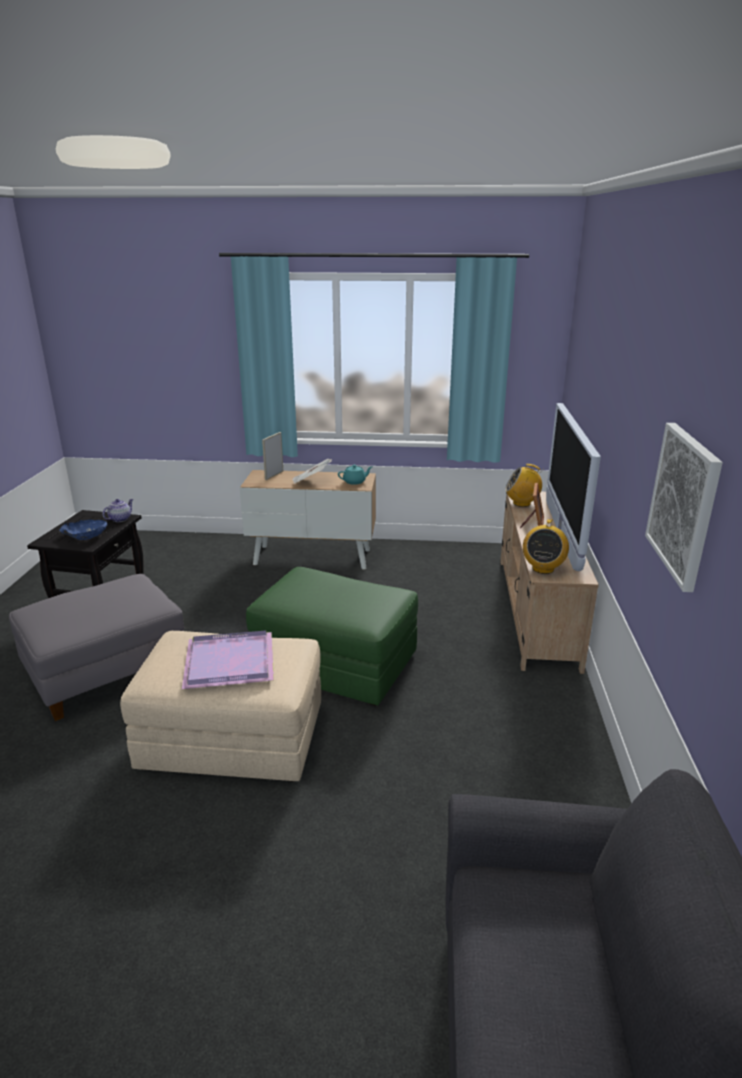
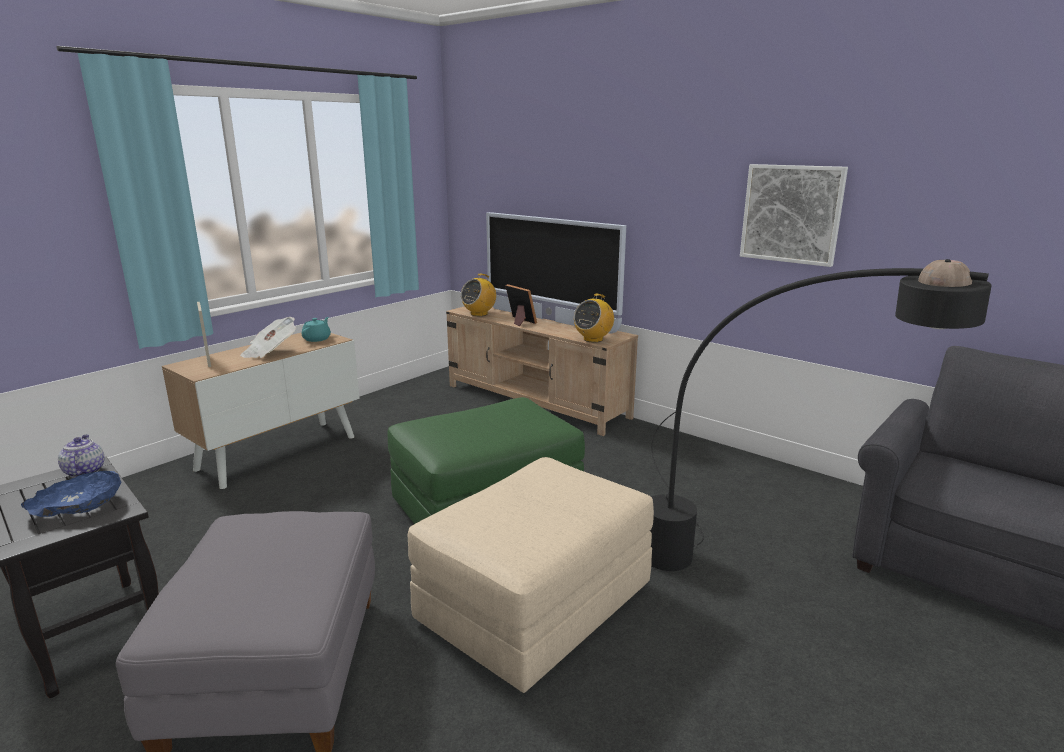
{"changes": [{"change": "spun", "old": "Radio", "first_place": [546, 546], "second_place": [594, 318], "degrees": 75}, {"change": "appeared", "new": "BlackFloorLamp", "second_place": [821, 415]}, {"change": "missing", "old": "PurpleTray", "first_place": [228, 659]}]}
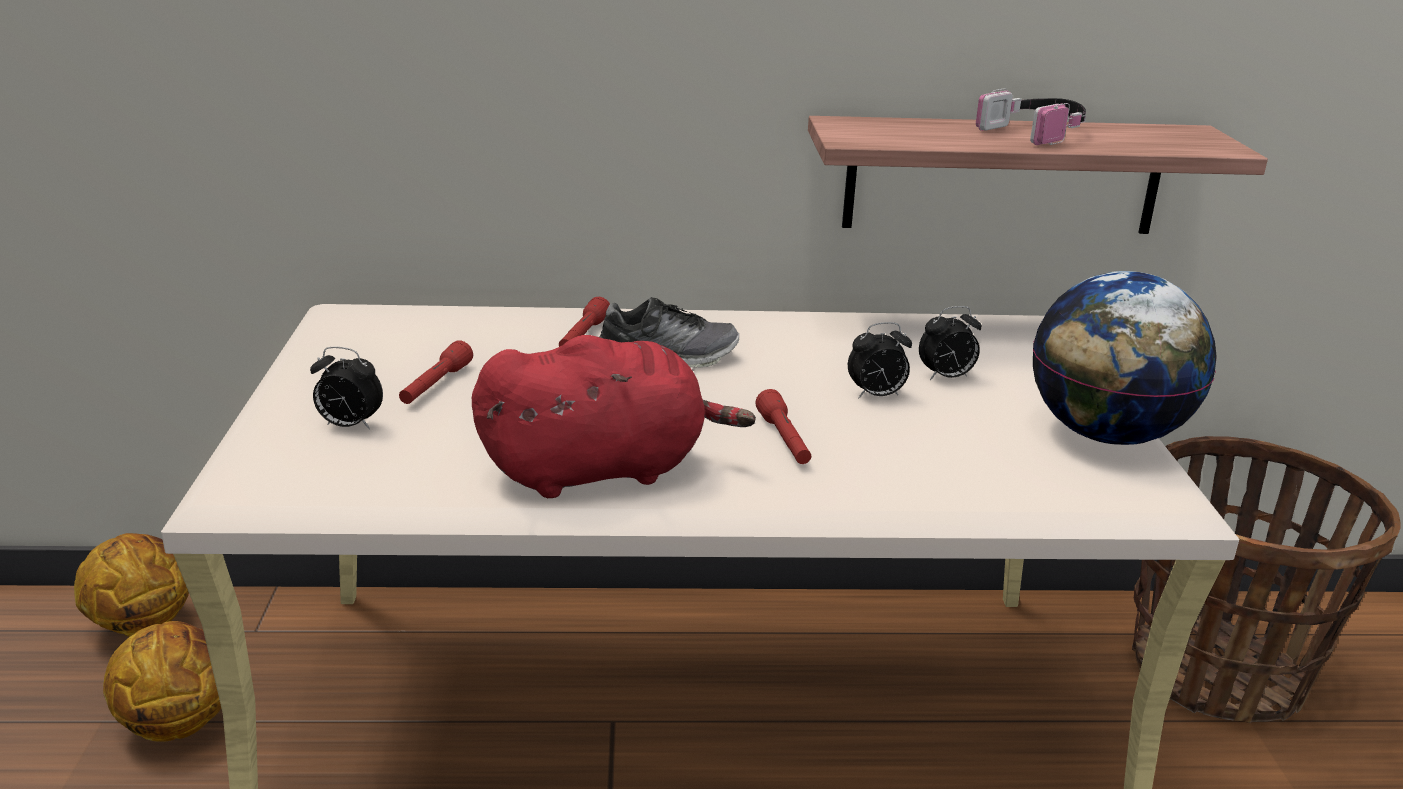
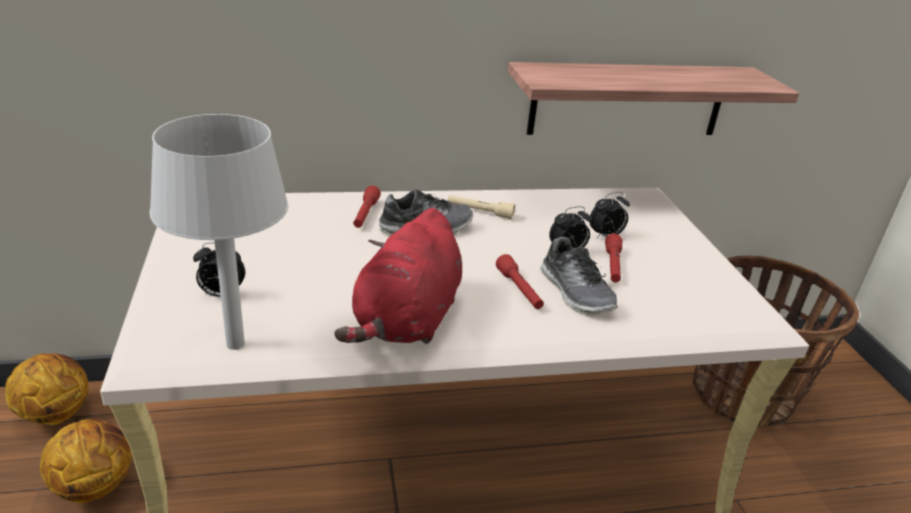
{"changes": [{"change": "appeared", "new": "GreyTableLamp", "second_place": [218, 232]}, {"change": "spun", "old": "RedPlushToy", "first_place": [614, 416], "second_place": [398, 276], "degrees": 135}, {"change": "appeared", "new": "BeigeFlashlight", "second_place": [481, 207]}, {"change": "appeared", "new": "Shoe", "second_place": [579, 275]}, {"change": "relocated", "old": "RedFlashlight", "first_place": [436, 372], "second_place": [613, 258]}, {"change": "missing", "old": "Headphones", "first_place": [1031, 116]}, {"change": "missing", "old": "Globe", "first_place": [1125, 358]}]}
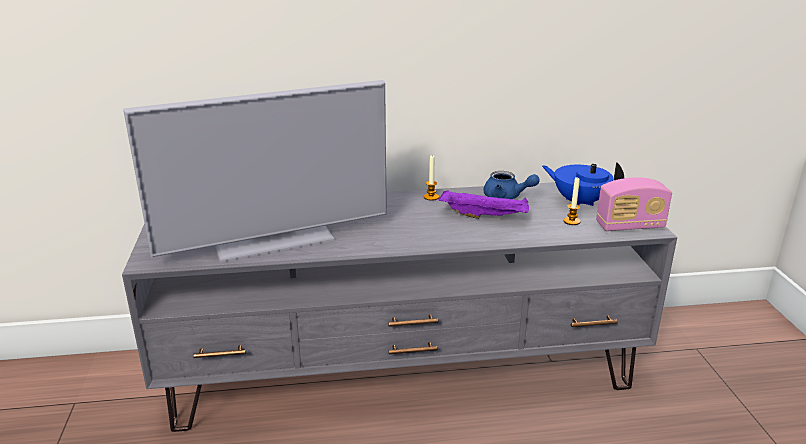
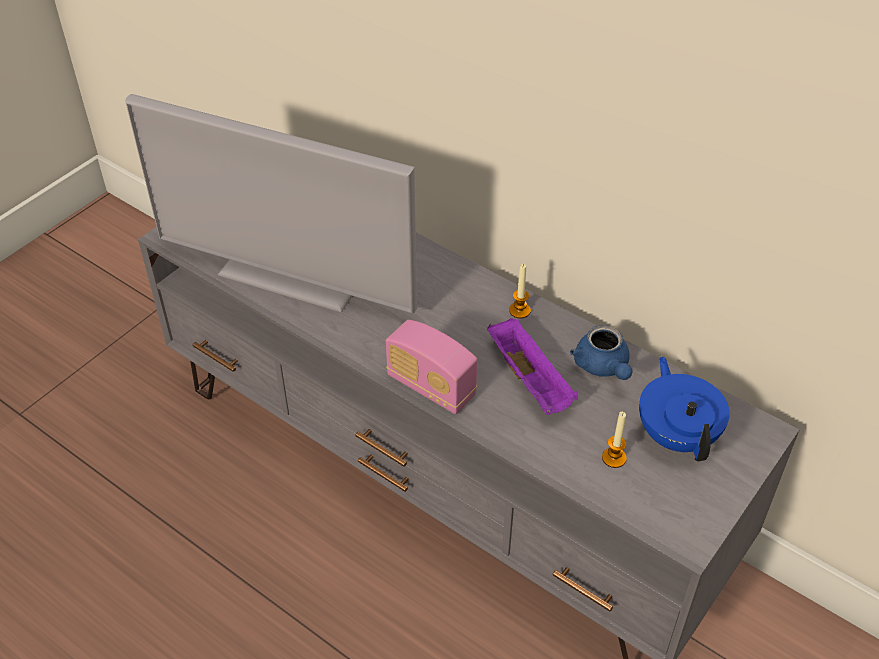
{"changes": [{"change": "relocated", "old": "Radio", "first_place": [634, 204], "second_place": [431, 367]}]}
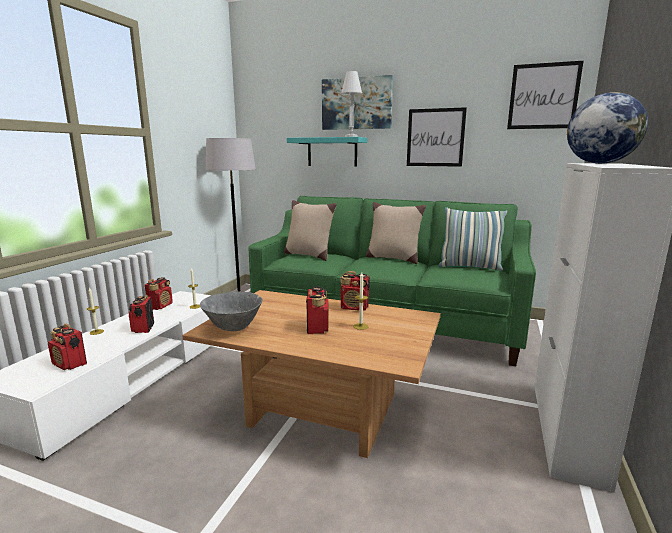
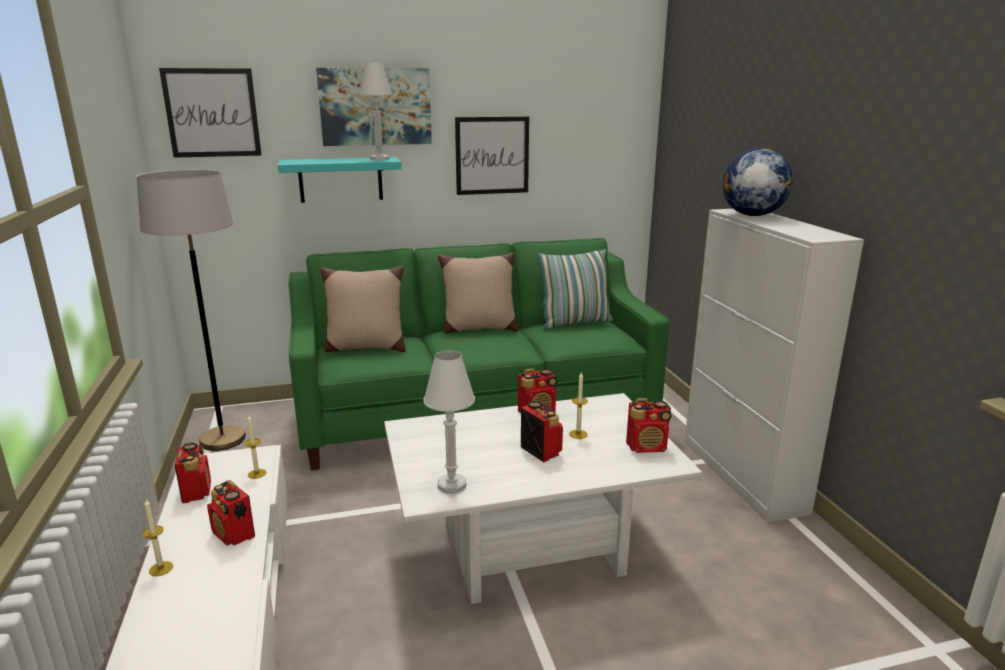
{"changes": [{"change": "relocated", "old": "Picture", "first_place": [545, 95], "second_place": [210, 113]}, {"change": "colour", "old": "BrownCoffeeTable", "new": "WhiteCoffeeTable", "first_place": [311, 374], "second_place": [543, 498]}, {"change": "exchanged", "old": "GreyBowl", "new": "WhiteTableLamp", "first_place": [231, 311], "second_place": [449, 422]}, {"change": "relocated", "old": "Radio", "first_place": [67, 347], "second_place": [648, 425]}]}
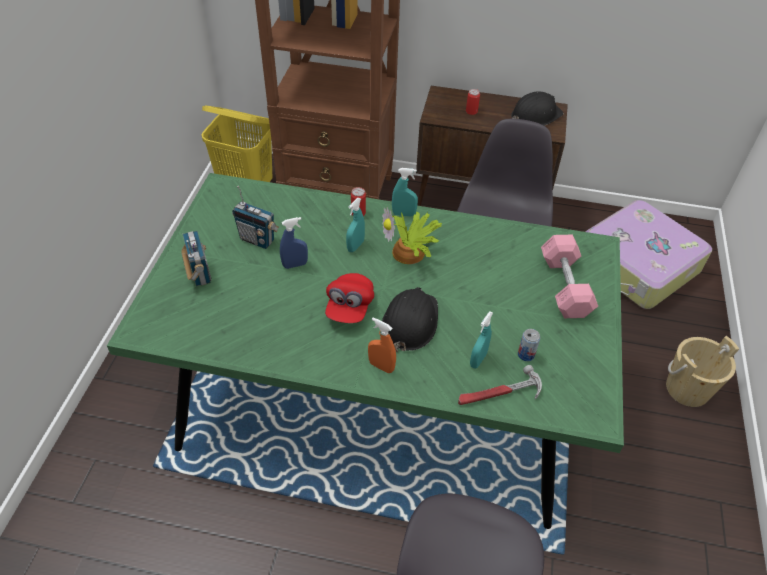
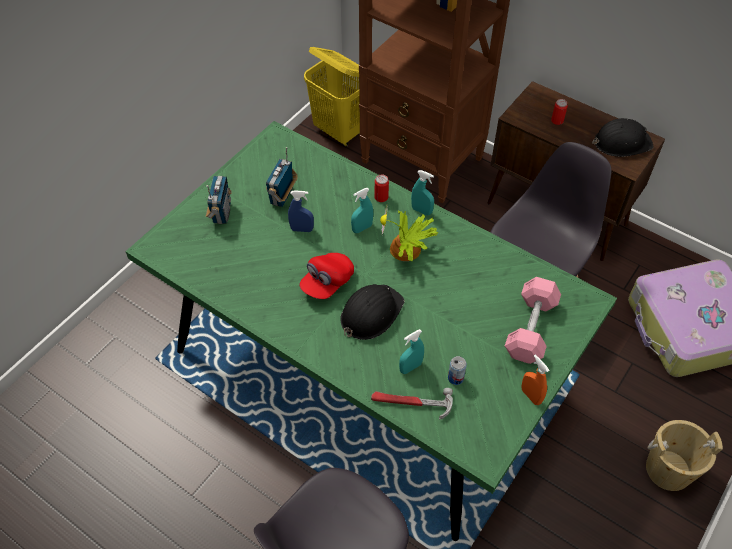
{"changes": [{"change": "spun", "old": "Radio", "first_place": [255, 217], "second_place": [282, 177], "degrees": 60}, {"change": "relocated", "old": "OrangeSprayBottle", "first_place": [382, 345], "second_place": [536, 379]}]}
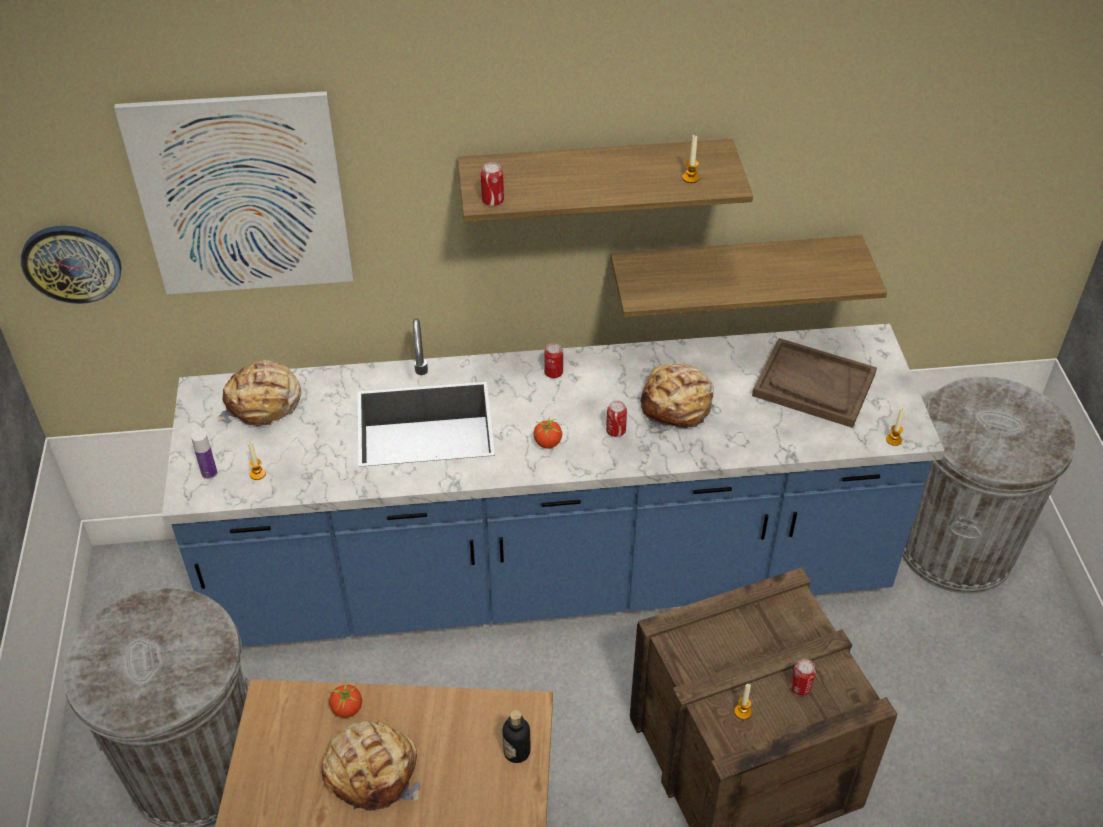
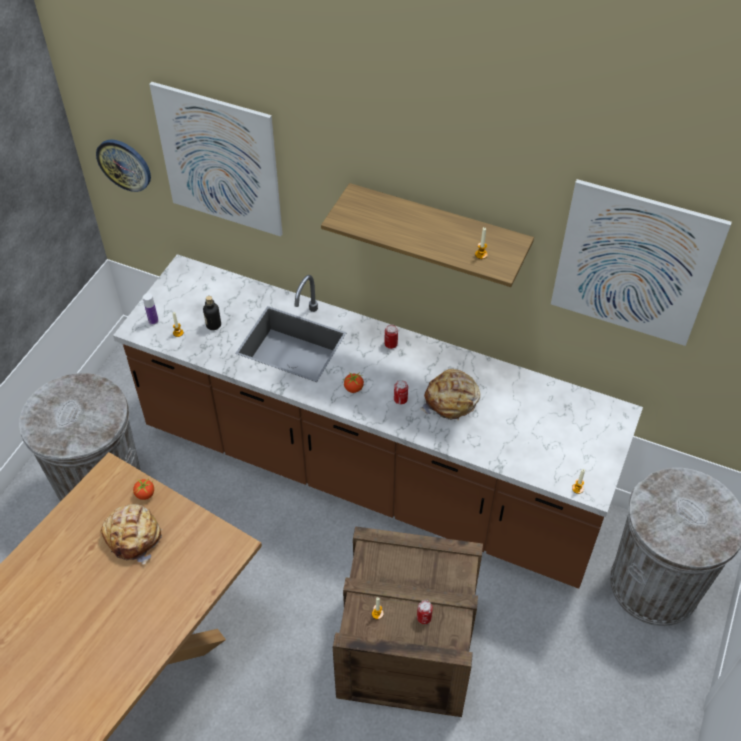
{"changes": [{"change": "colour", "old": "BlueCounter", "new": "BrownCounter", "first_place": [553, 482], "second_place": [378, 421]}, {"change": "relocated", "old": "Bottle", "first_place": [516, 736], "second_place": [212, 313]}, {"change": "appeared", "new": "Picture", "second_place": [641, 262]}, {"change": "missing", "old": "Bread", "first_place": [259, 393]}, {"change": "missing", "old": "Can", "first_place": [492, 184]}, {"change": "missing", "old": "Shelf", "first_place": [748, 276]}, {"change": "missing", "old": "BrownTray", "first_place": [814, 383]}]}
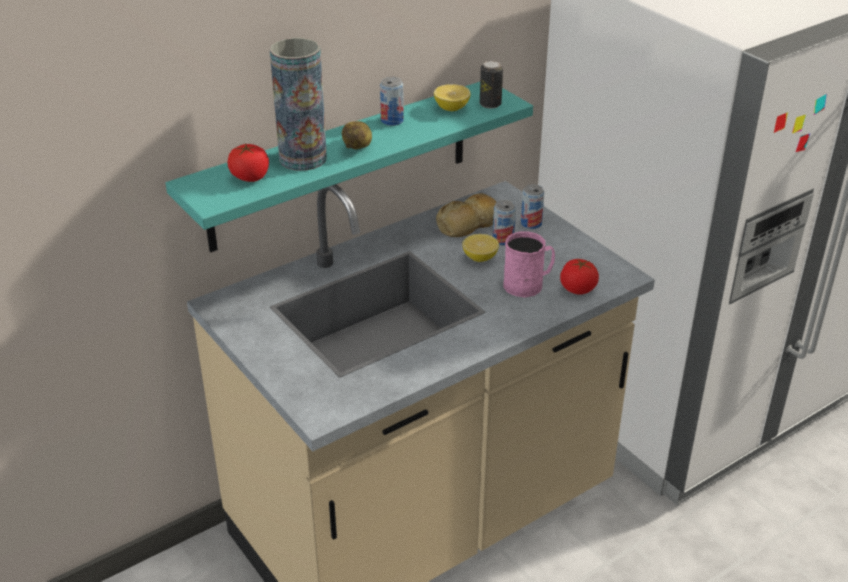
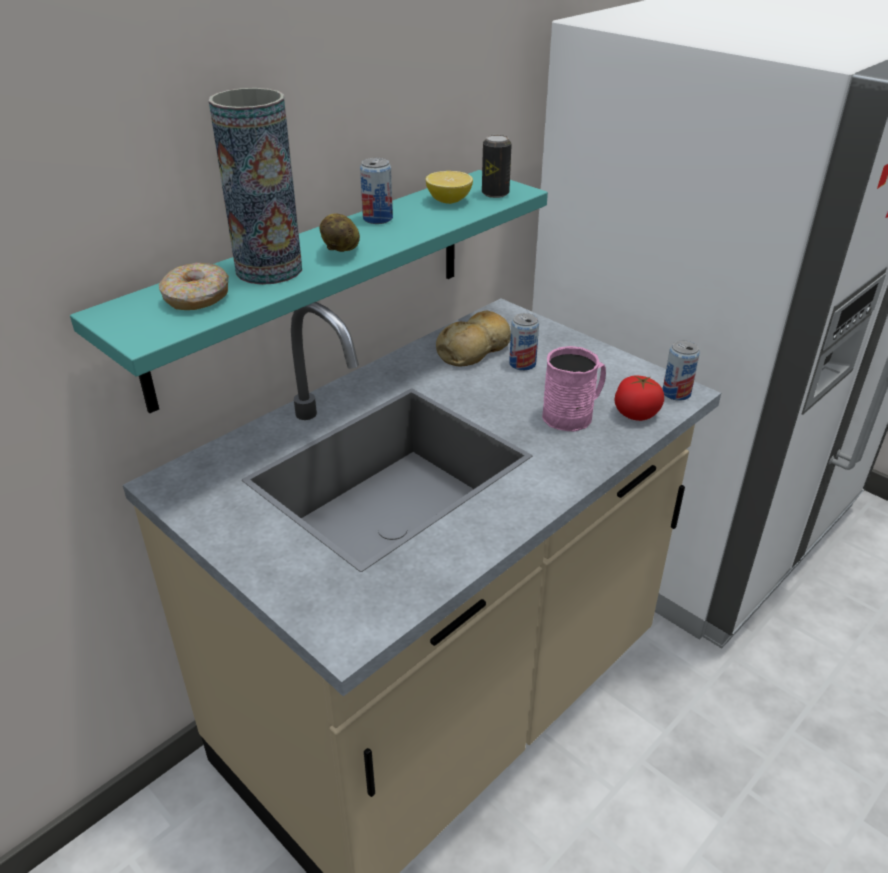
{"changes": [{"change": "exchanged", "old": "Tomato", "new": "Donut", "first_place": [248, 163], "second_place": [194, 286]}, {"change": "relocated", "old": "Can", "first_place": [532, 206], "second_place": [681, 370]}, {"change": "missing", "old": "Lemon", "first_place": [481, 248]}]}
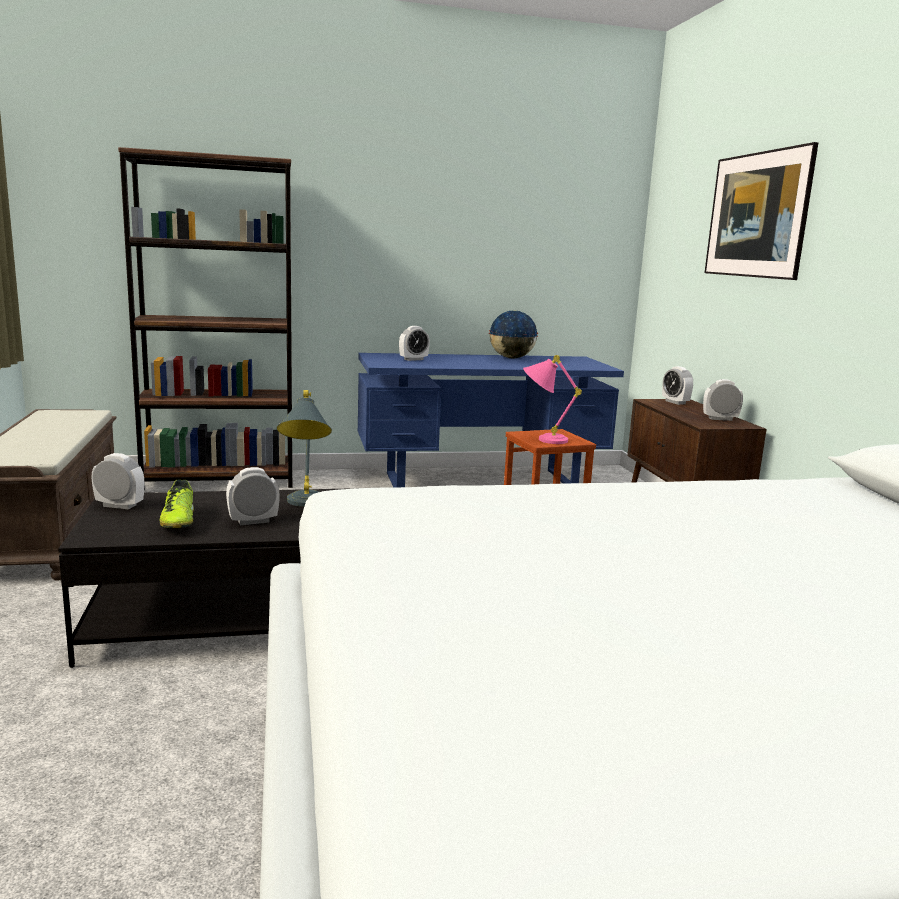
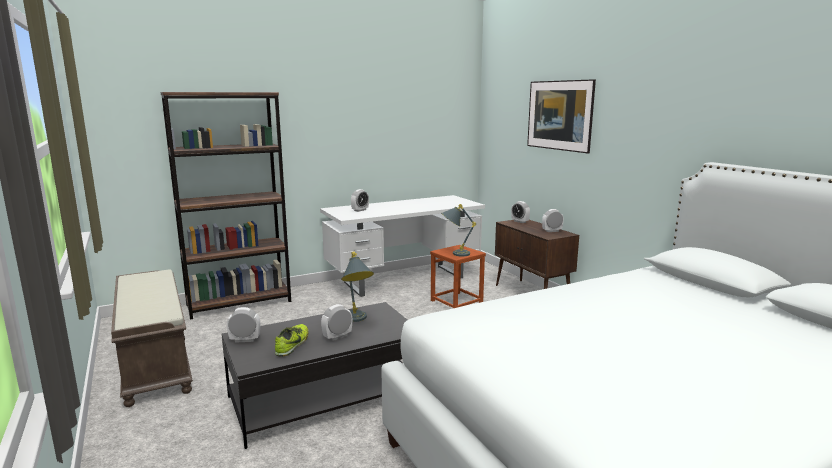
{"changes": [{"change": "spun", "old": "Shoe", "first_place": [176, 503], "second_place": [291, 340], "degrees": -135}, {"change": "colour", "old": "BlueDesk", "new": "WhiteDesk", "first_place": [491, 420], "second_place": [402, 246]}, {"change": "colour", "old": "PinkTableLamp", "new": "GreyTableLamp", "first_place": [552, 399], "second_place": [458, 230]}, {"change": "missing", "old": "Globe", "first_place": [513, 334]}]}
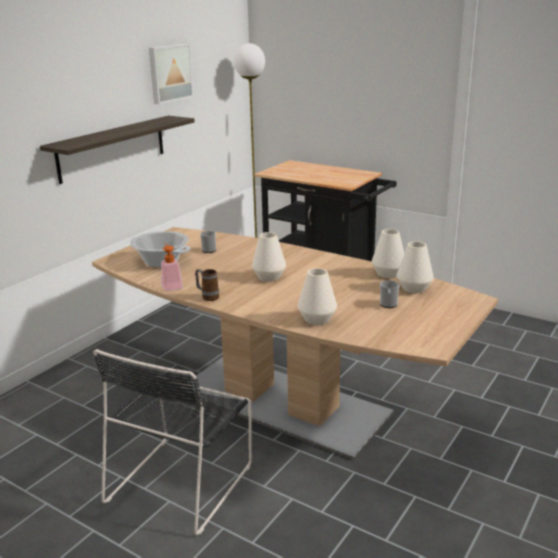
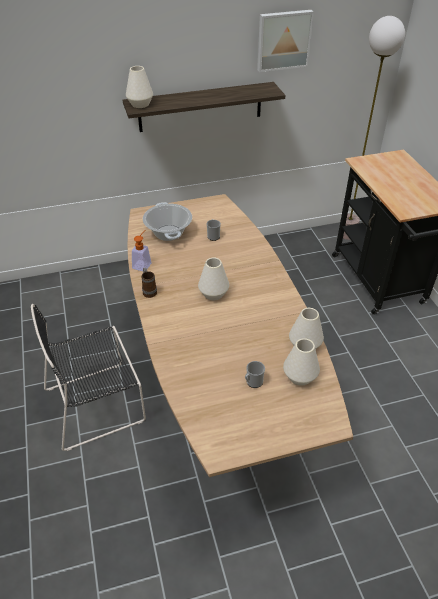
{"changes": [{"change": "relocated", "old": "WhiteVase", "first_place": [317, 296], "second_place": [139, 87]}]}
